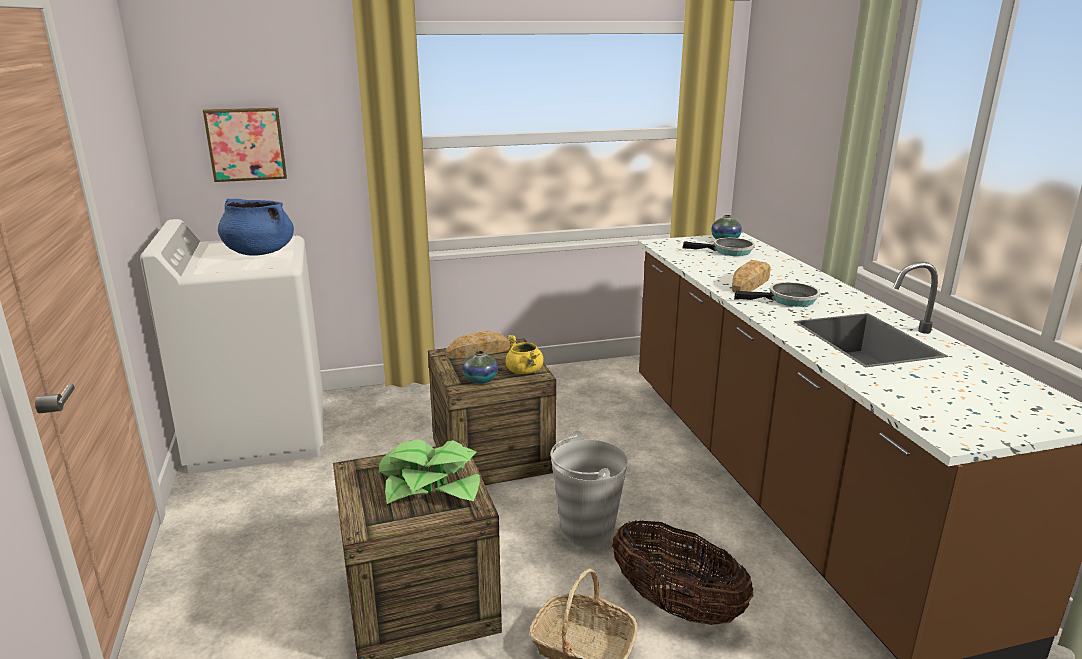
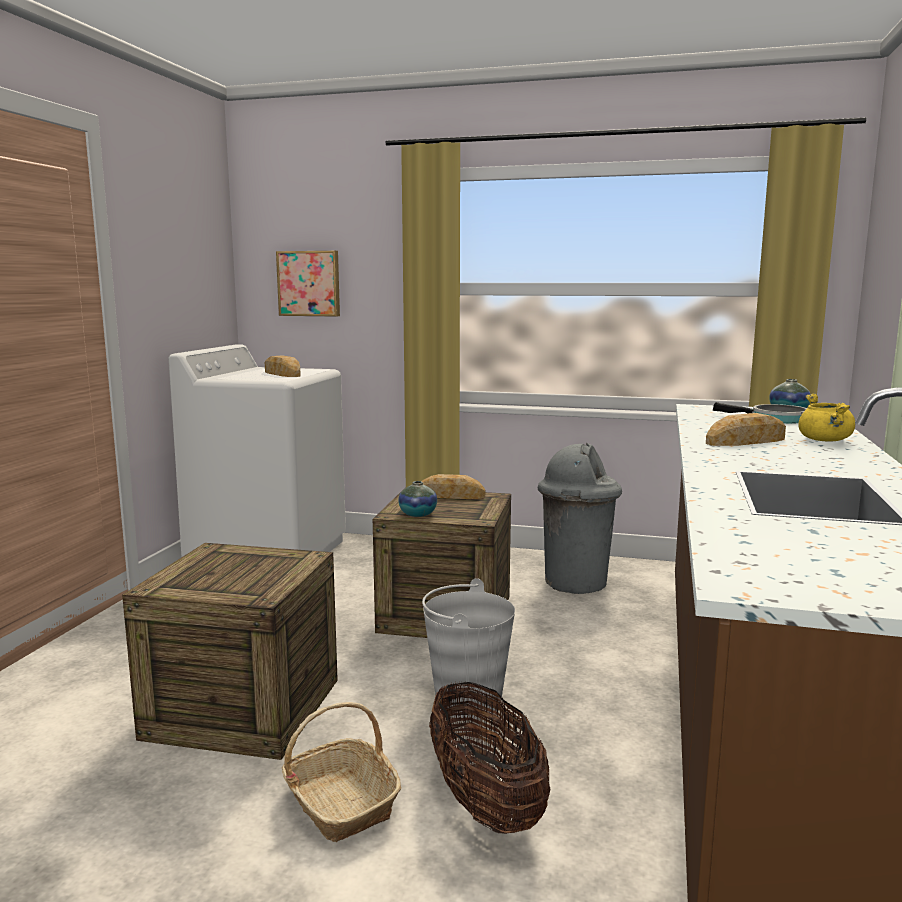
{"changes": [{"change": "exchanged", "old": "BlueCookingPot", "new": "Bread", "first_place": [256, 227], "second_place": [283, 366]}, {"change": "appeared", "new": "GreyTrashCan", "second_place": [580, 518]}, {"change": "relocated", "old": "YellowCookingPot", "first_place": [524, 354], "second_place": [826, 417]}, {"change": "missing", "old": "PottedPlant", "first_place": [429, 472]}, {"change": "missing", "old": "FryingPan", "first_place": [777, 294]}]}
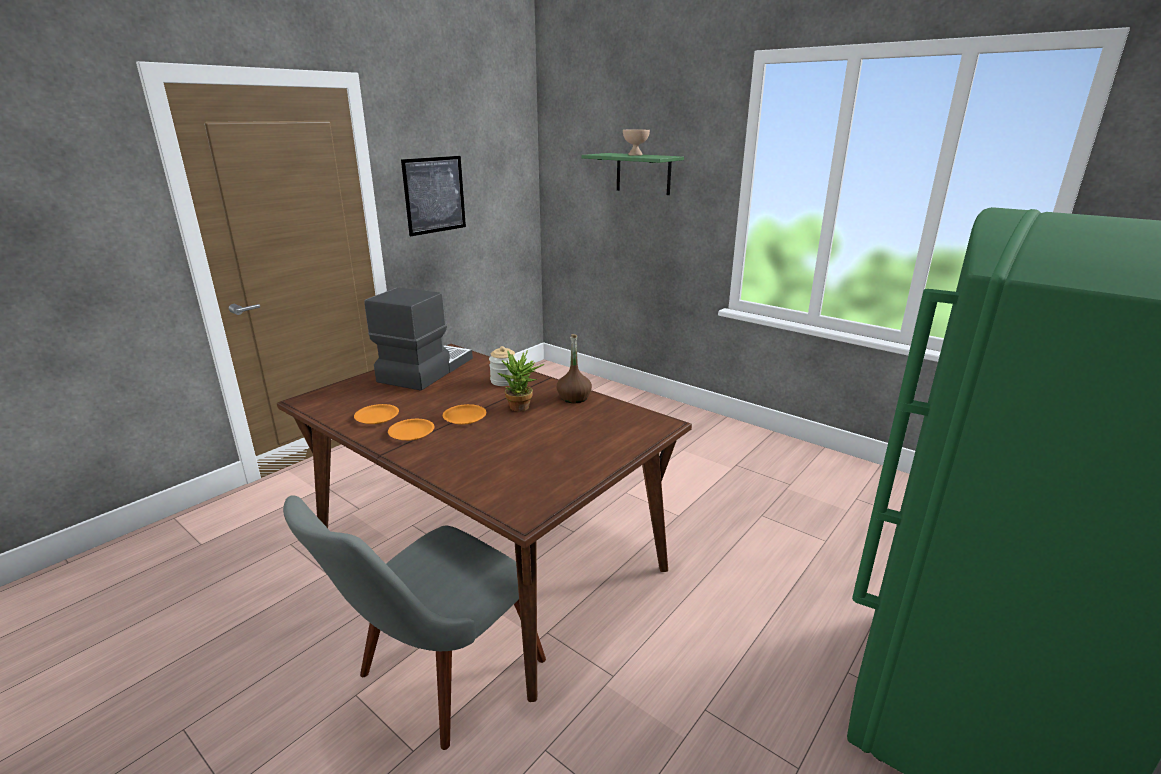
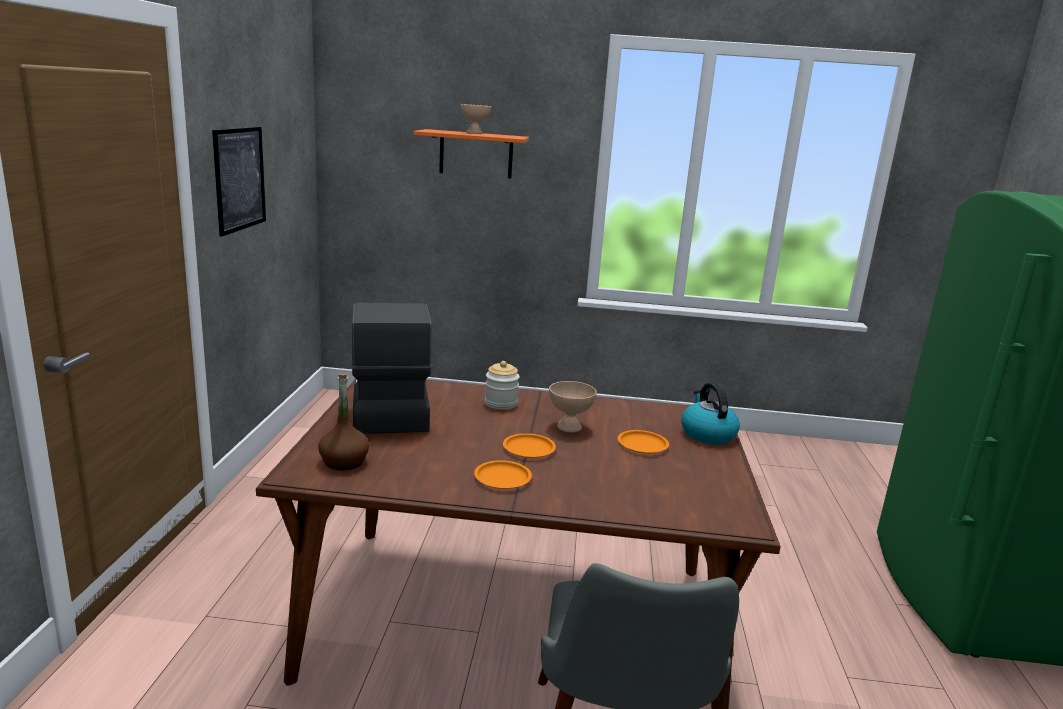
{"changes": [{"change": "relocated", "old": "BrownBottle", "first_place": [574, 368], "second_place": [343, 422]}, {"change": "colour", "old": "GreenShelf", "new": "OrangeShelf", "first_place": [633, 174], "second_place": [471, 154]}, {"change": "exchanged", "old": "PottedPlant", "new": "BeigeBowl", "first_place": [521, 380], "second_place": [573, 407]}, {"change": "relocated", "old": "OrangePlate", "first_place": [376, 414], "second_place": [643, 442]}, {"change": "appeared", "new": "Kettle", "second_place": [710, 413]}]}
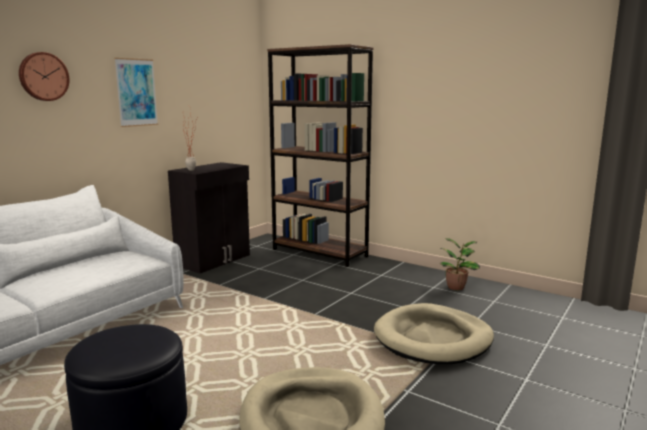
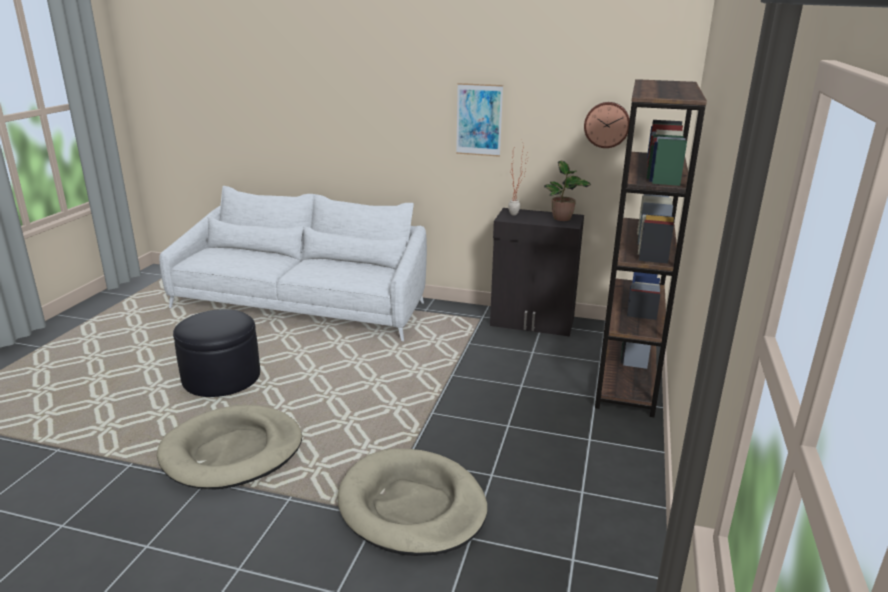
{"changes": [{"change": "relocated", "old": "PottedPlant", "first_place": [460, 264], "second_place": [567, 191]}, {"change": "relocated", "old": "WallClock", "first_place": [44, 76], "second_place": [607, 125]}]}
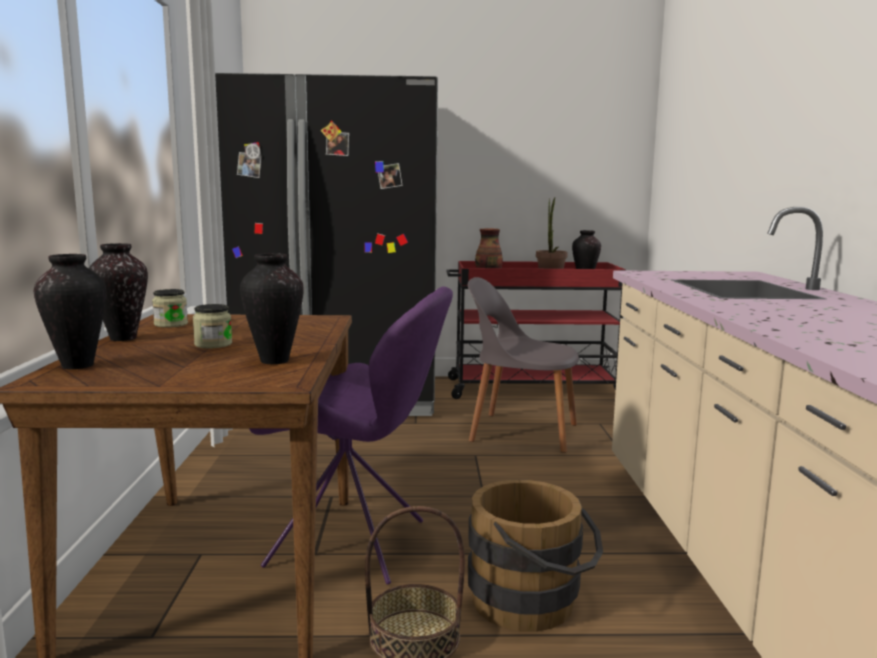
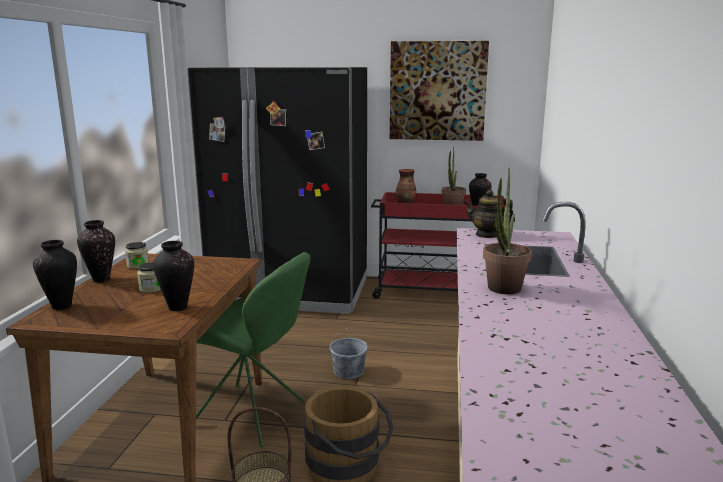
{"changes": [{"change": "colour", "old": "PurpleChair", "new": "GreenChair", "first_place": [351, 435], "second_place": [253, 349]}, {"change": "appeared", "new": "GreyBucket", "second_place": [348, 353]}, {"change": "appeared", "new": "Picture", "second_place": [439, 91]}, {"change": "appeared", "new": "Teapot", "second_place": [489, 214]}, {"change": "appeared", "new": "PottedPlant", "second_place": [507, 231]}, {"change": "missing", "old": "GreyChair", "first_place": [523, 365]}]}
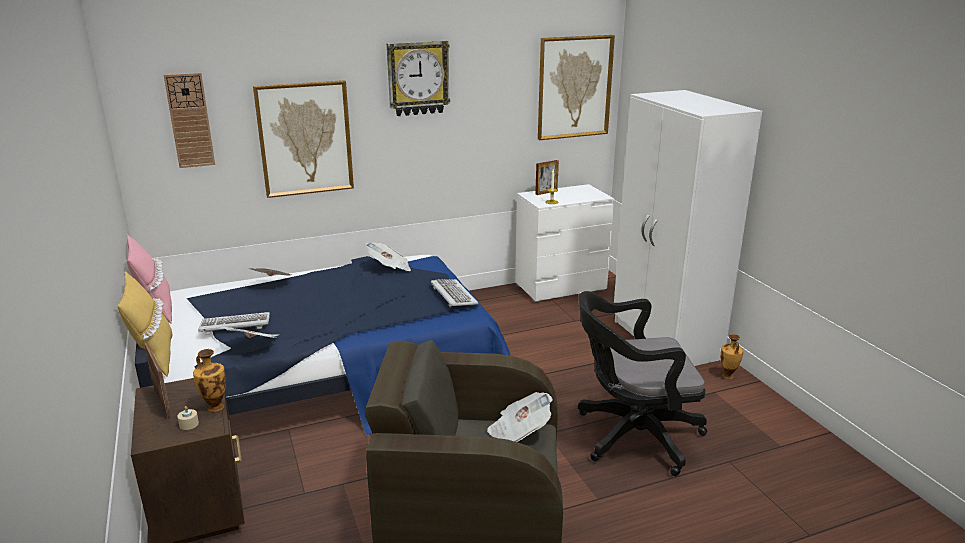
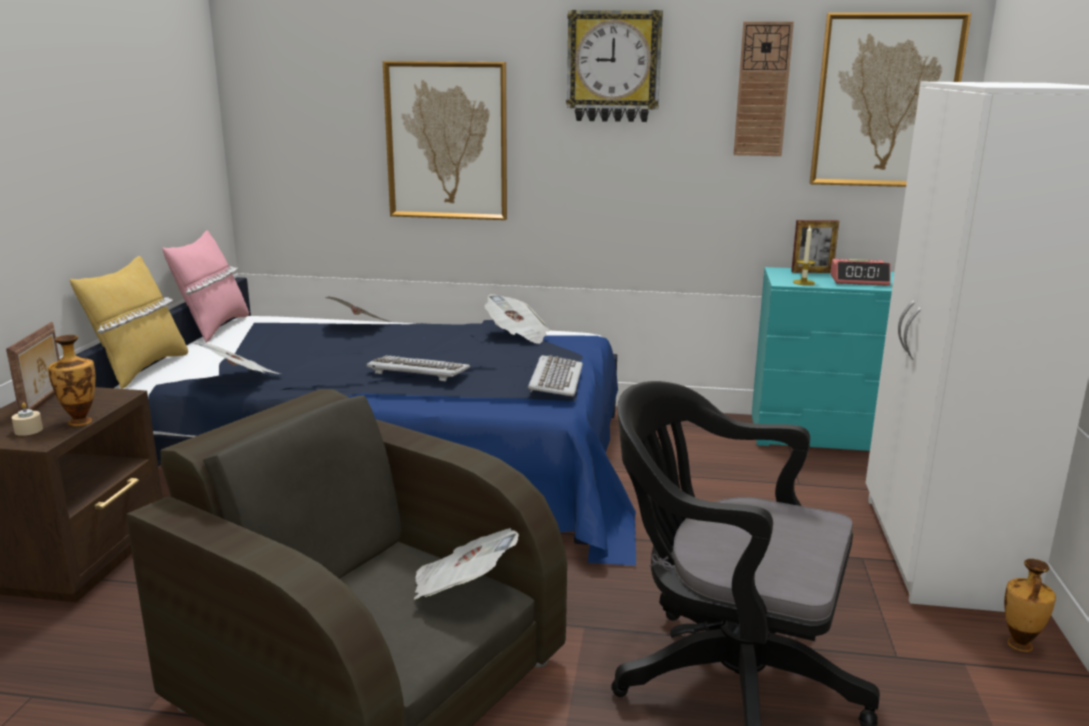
{"changes": [{"change": "relocated", "old": "Keyboard", "first_place": [234, 323], "second_place": [418, 368]}, {"change": "relocated", "old": "WallClock", "first_place": [189, 120], "second_place": [763, 88]}, {"change": "colour", "old": "WhiteDresser", "new": "TurquoiseDresser", "first_place": [564, 243], "second_place": [823, 359]}, {"change": "appeared", "new": "AlarmClock", "second_place": [860, 272]}]}
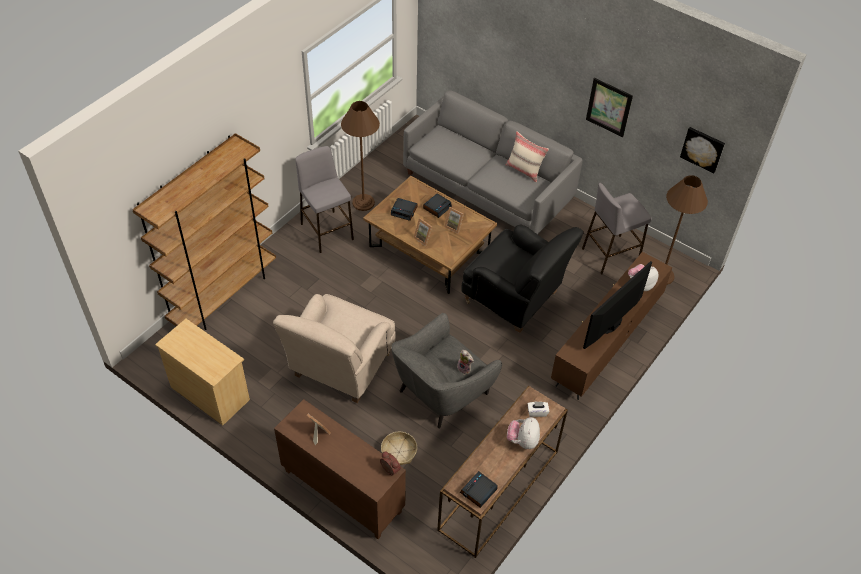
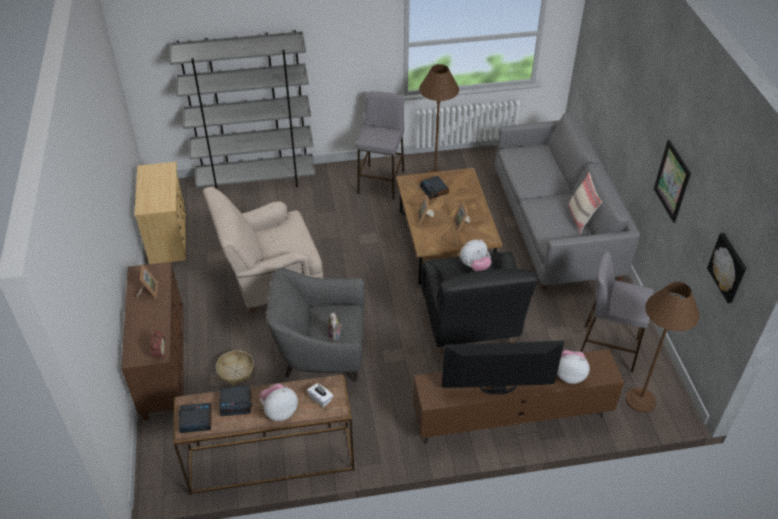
{"changes": [{"change": "colour", "old": "BrownBookcase", "new": "GreyBookcase", "first_place": [204, 231], "second_place": [243, 109]}, {"change": "relocated", "old": "AlarmClock", "first_place": [437, 205], "second_place": [235, 401]}, {"change": "appeared", "new": "PlushToy", "second_place": [476, 255]}]}
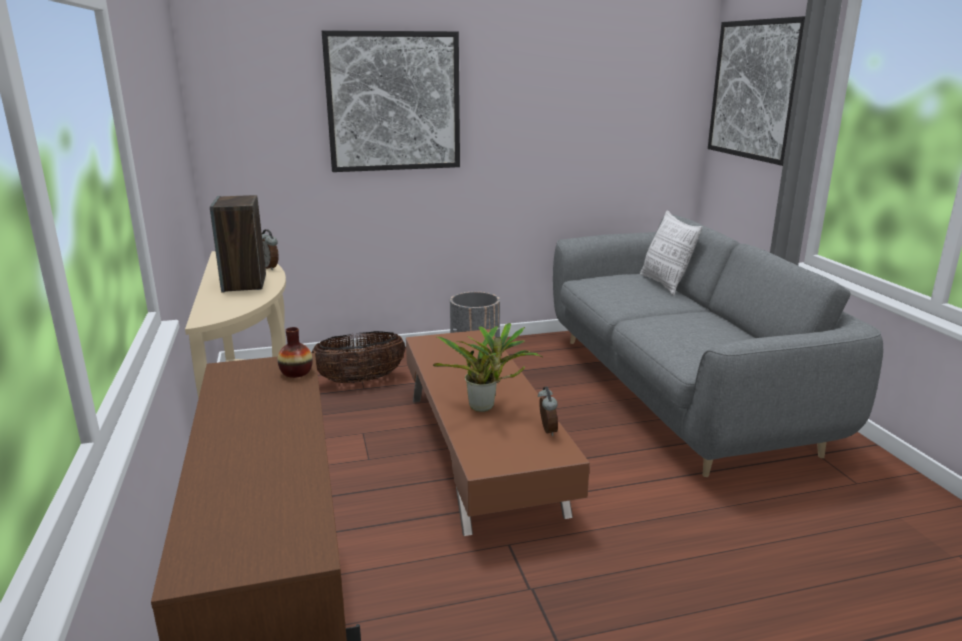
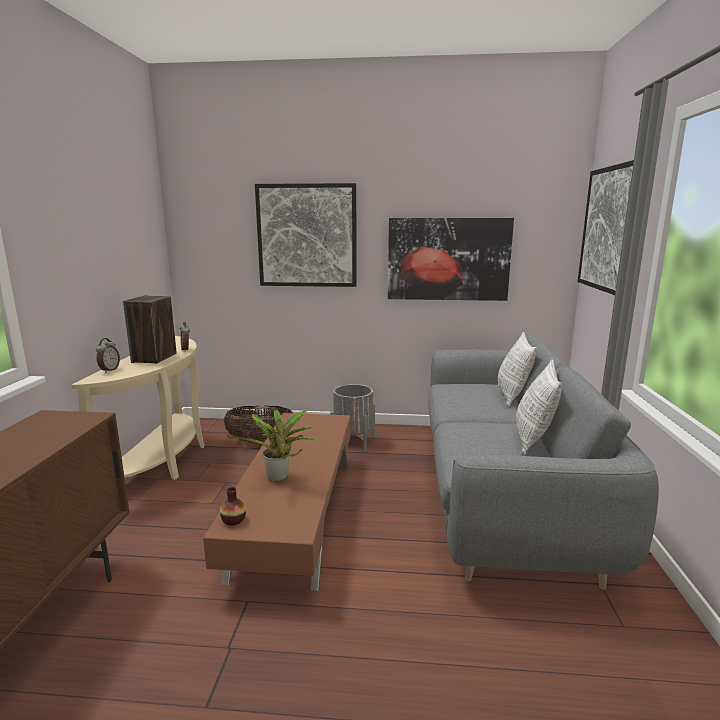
{"changes": [{"change": "relocated", "old": "AlarmClock", "first_place": [548, 411], "second_place": [108, 355]}, {"change": "relocated", "old": "Vase", "first_place": [295, 352], "second_place": [233, 506]}, {"change": "appeared", "new": "Picture", "second_place": [451, 259]}, {"change": "appeared", "new": "Pillow", "second_place": [539, 407]}]}
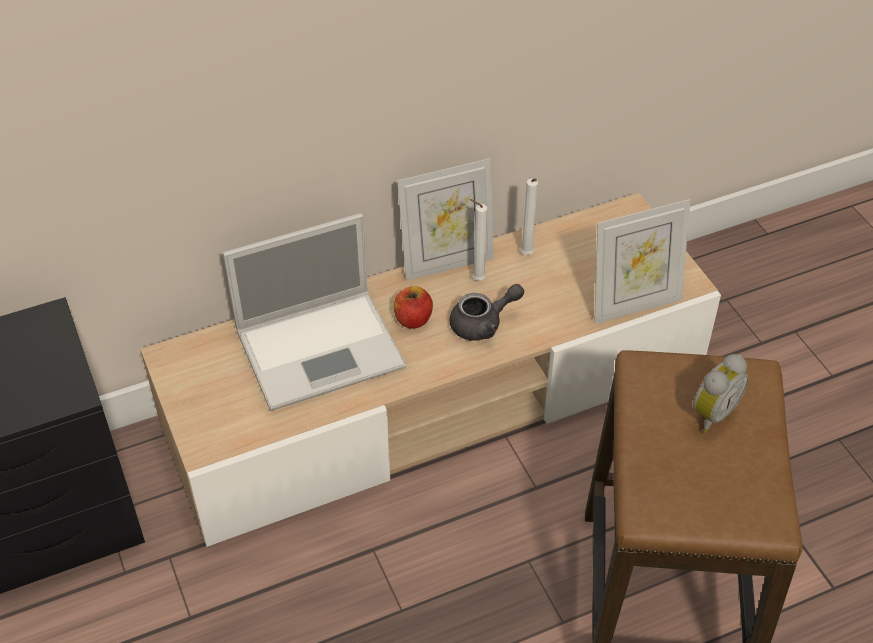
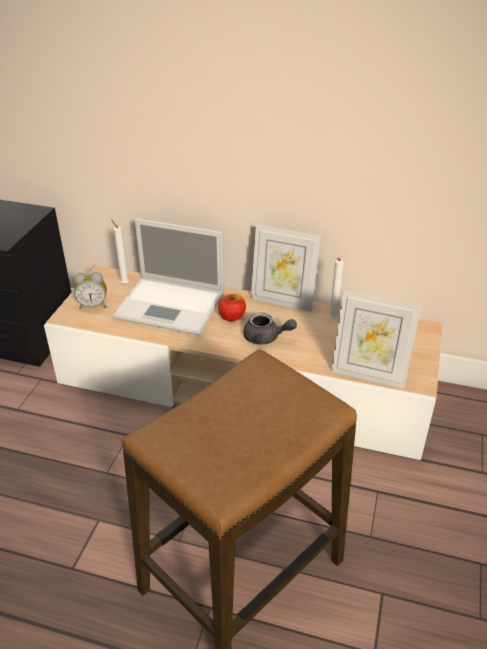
{"changes": [{"change": "relocated", "old": "AlarmClock", "first_place": [721, 393], "second_place": [90, 290]}, {"change": "relocated", "old": "WhiteCandle", "first_place": [478, 240], "second_place": [120, 251]}]}
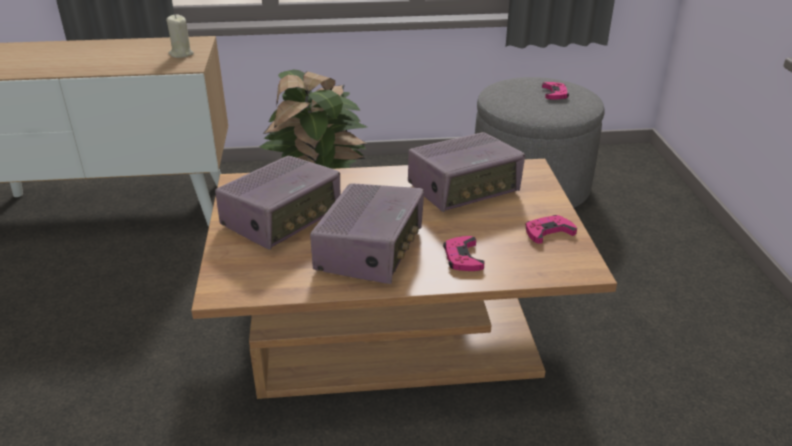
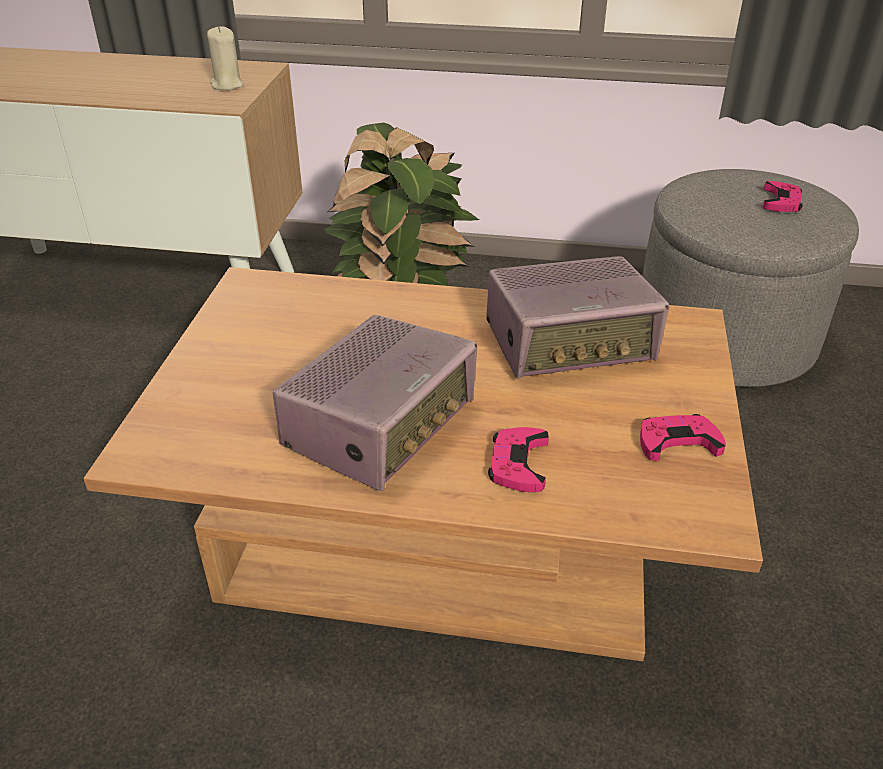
{"changes": [{"change": "missing", "old": "Radio", "first_place": [277, 203]}]}
